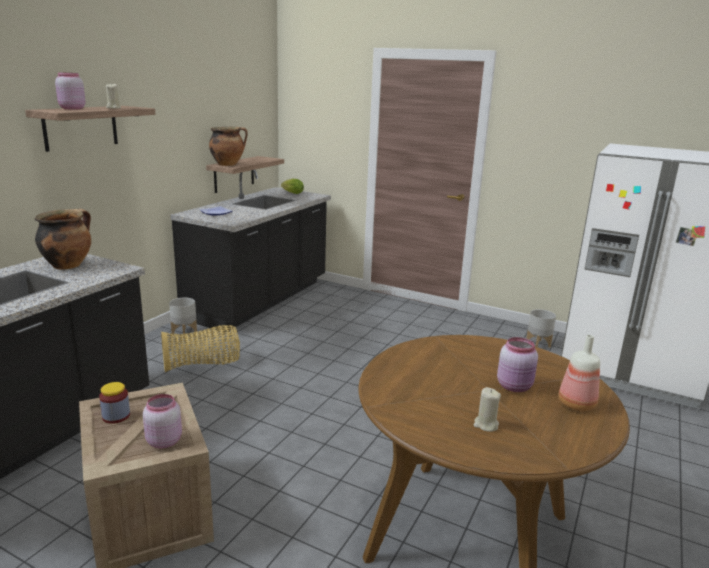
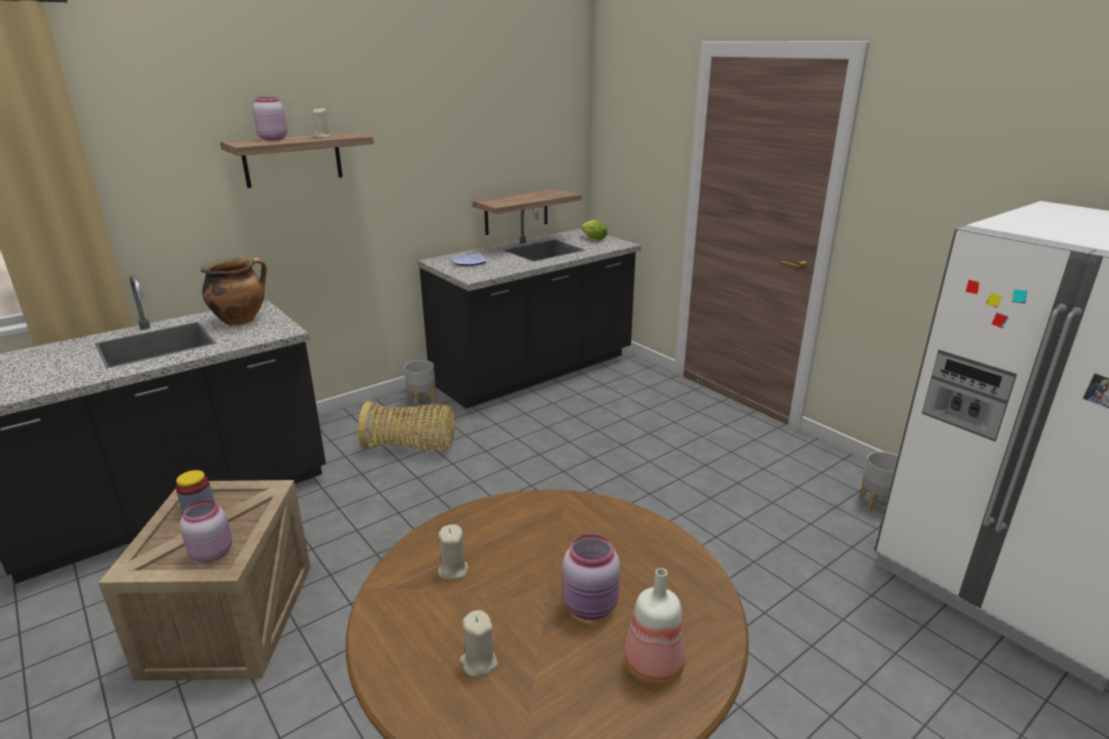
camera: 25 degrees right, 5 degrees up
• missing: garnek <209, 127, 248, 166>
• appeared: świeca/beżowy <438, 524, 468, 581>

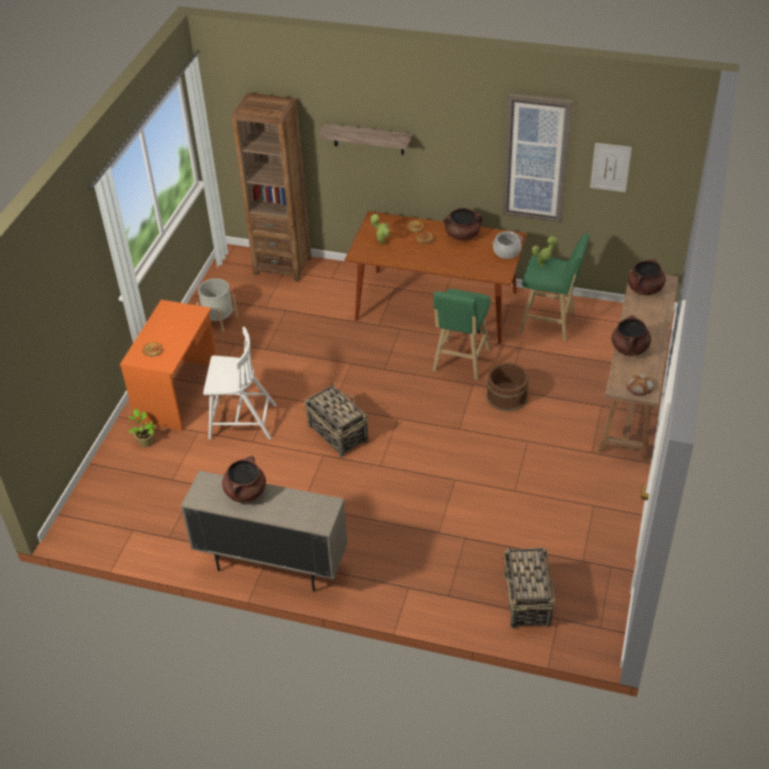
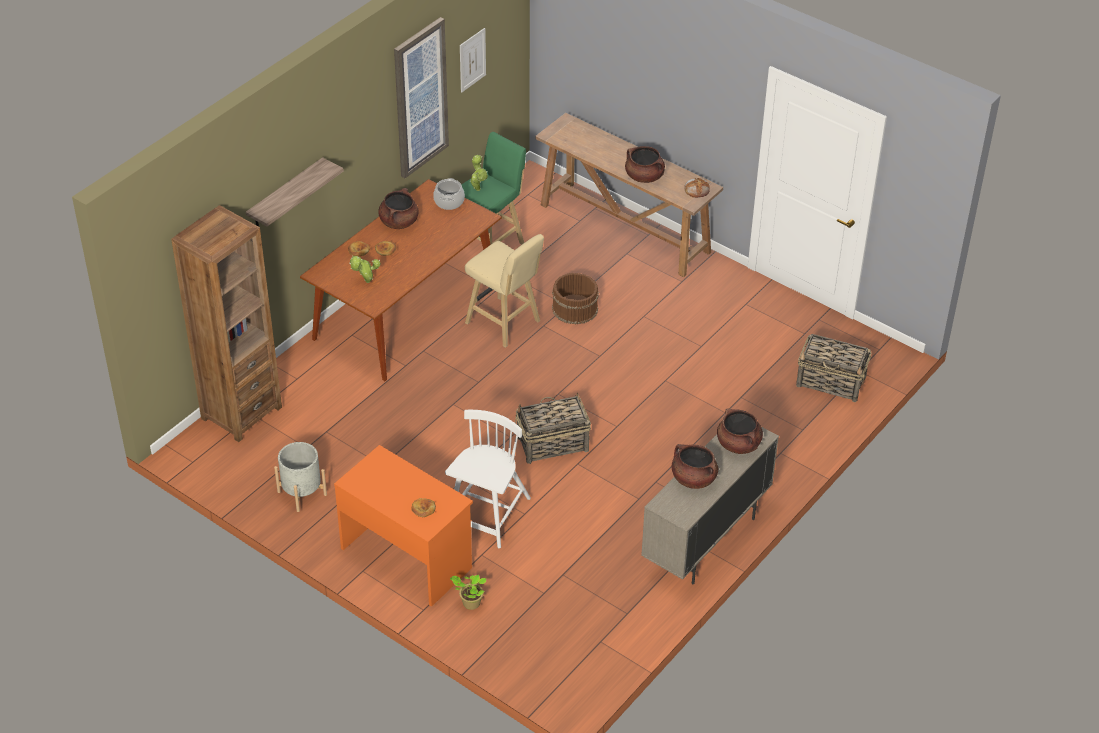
camera: 70 degrees left, 0 degrees up
• relocated: garnek/brązowy <628, 259, 666, 295> to <717, 409, 763, 454>
• colour: stołek/zielony <432, 289, 491, 380> to stołek/beżowy <465, 234, 544, 348>

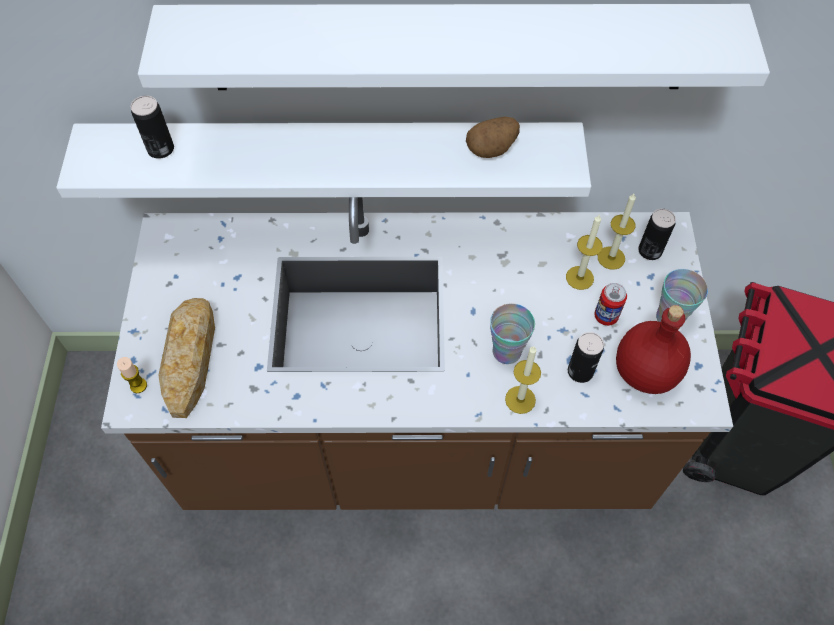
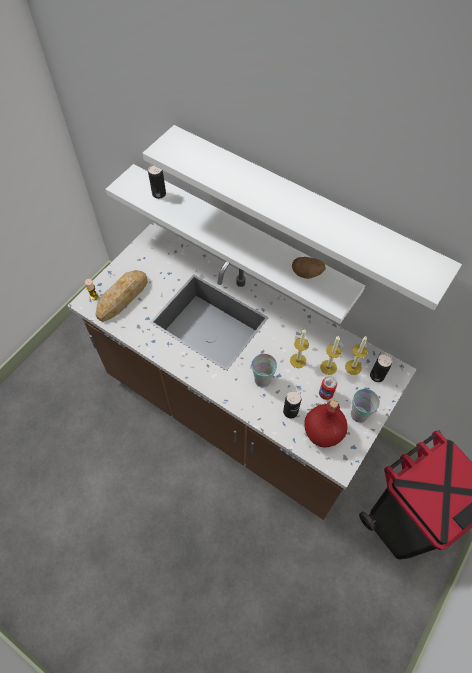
camera: 35 degrees right, 0 degrees up
• relocated: świeca <505, 346, 541, 414> to <290, 329, 309, 368>

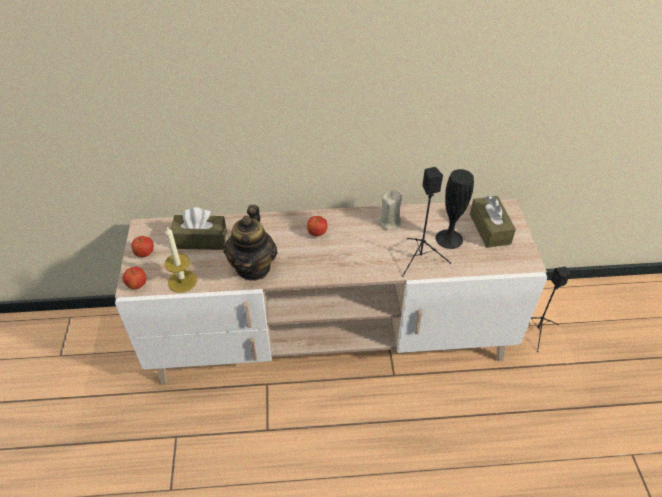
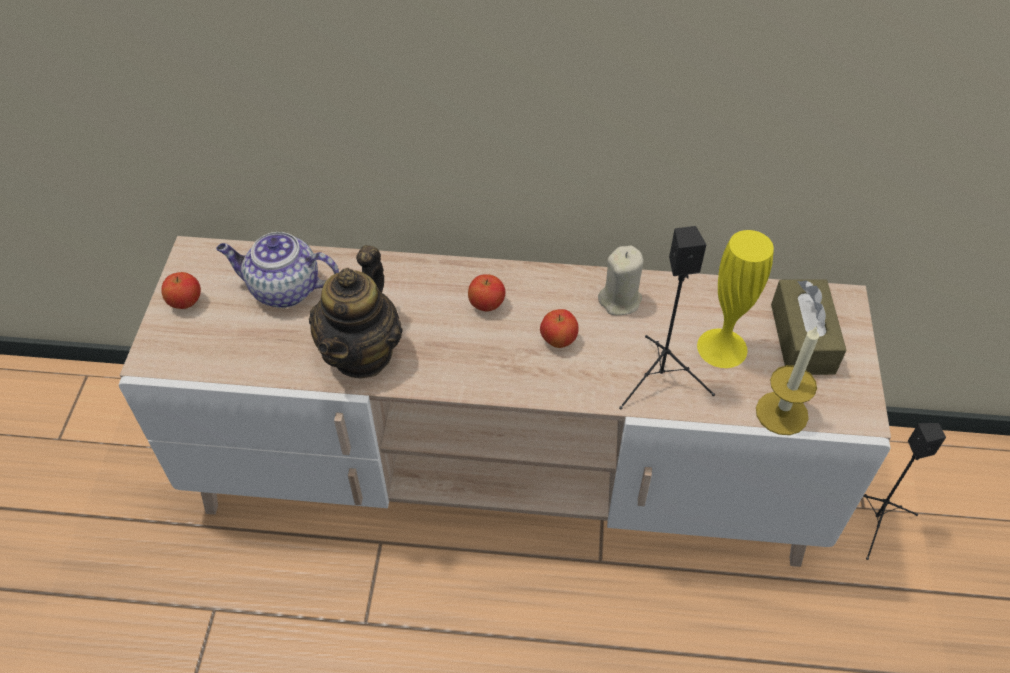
camera: 10 degrees right, 5 degrees up
• colour: wazon/czarny <436, 169, 474, 249> to wazon/żółty <697, 230, 774, 368>
• exchanged: pudełko chusteczek/brązowy <170, 207, 227, 250> to imbryk <216, 232, 339, 308>
• relocated: świeca <164, 226, 197, 293> to <756, 326, 819, 435>
• relocated: jabłko <123, 267, 146, 289> to <540, 309, 579, 348>

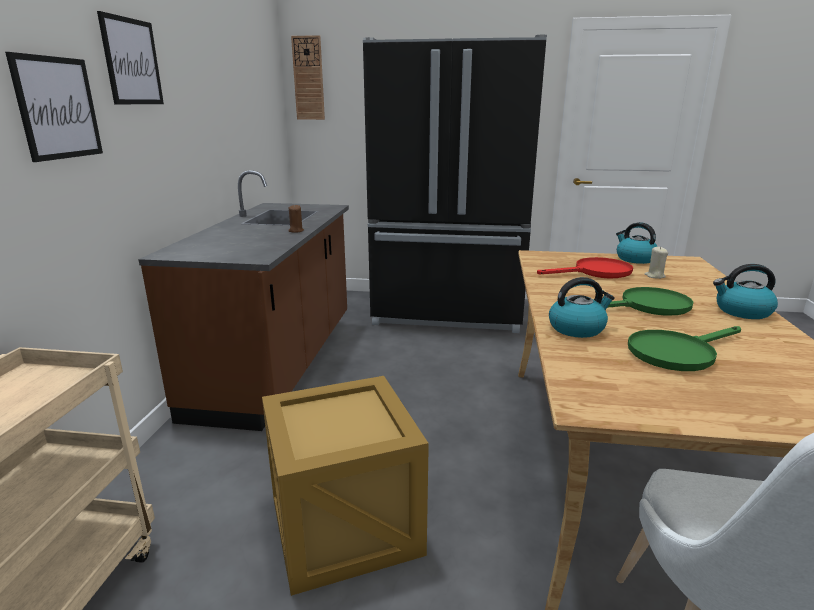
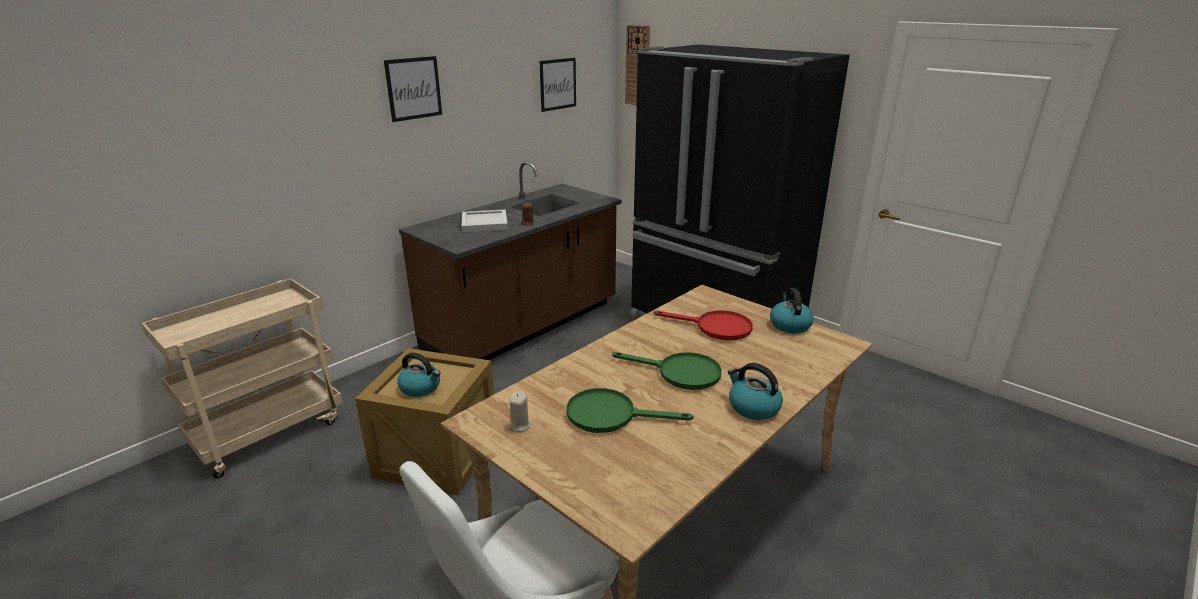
camera: 35 degrees right, 5 degrees up
• relocated: obraz <5, 52, 103, 162> to <540, 58, 576, 112>
• relocated: świeca/beżowy <645, 246, 668, 279> to <508, 392, 531, 432>
• relocated: czajnik <549, 277, 615, 338> to <397, 352, 440, 397>
• appeared: taca/biały <462, 210, 508, 232>

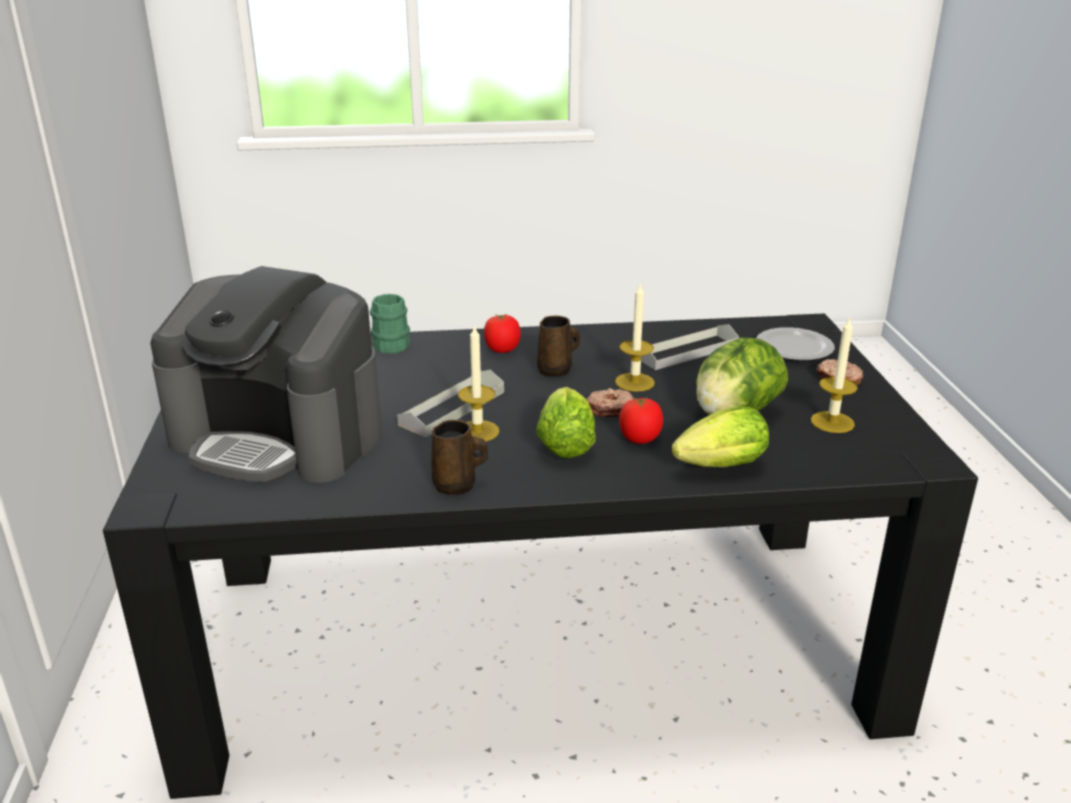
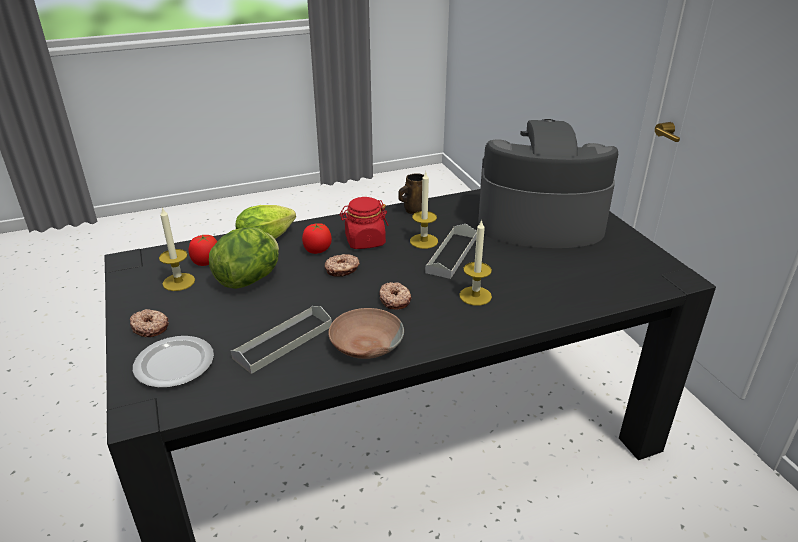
camera: 165 degrees right, 5 degrees up
• relocated: świeca <615, 284, 655, 392> to <459, 219, 492, 306>
• missing: kubek/zielony <370, 294, 410, 354>
• relocated: pomidor <484, 314, 521, 353> to <189, 234, 217, 266>
• exchanged: kubek/brązowy <537, 316, 580, 377> to donut <379, 282, 412, 310>
• exchanged: sałata <537, 387, 596, 458> to słoik/czerwony <340, 197, 389, 249>
• appeared: miska/brązowy <328, 308, 404, 359>

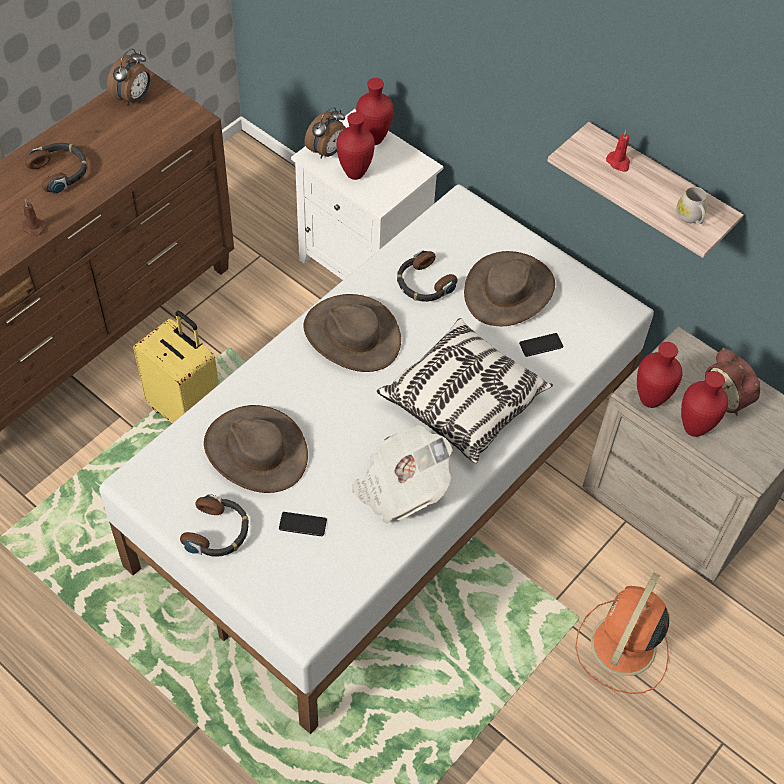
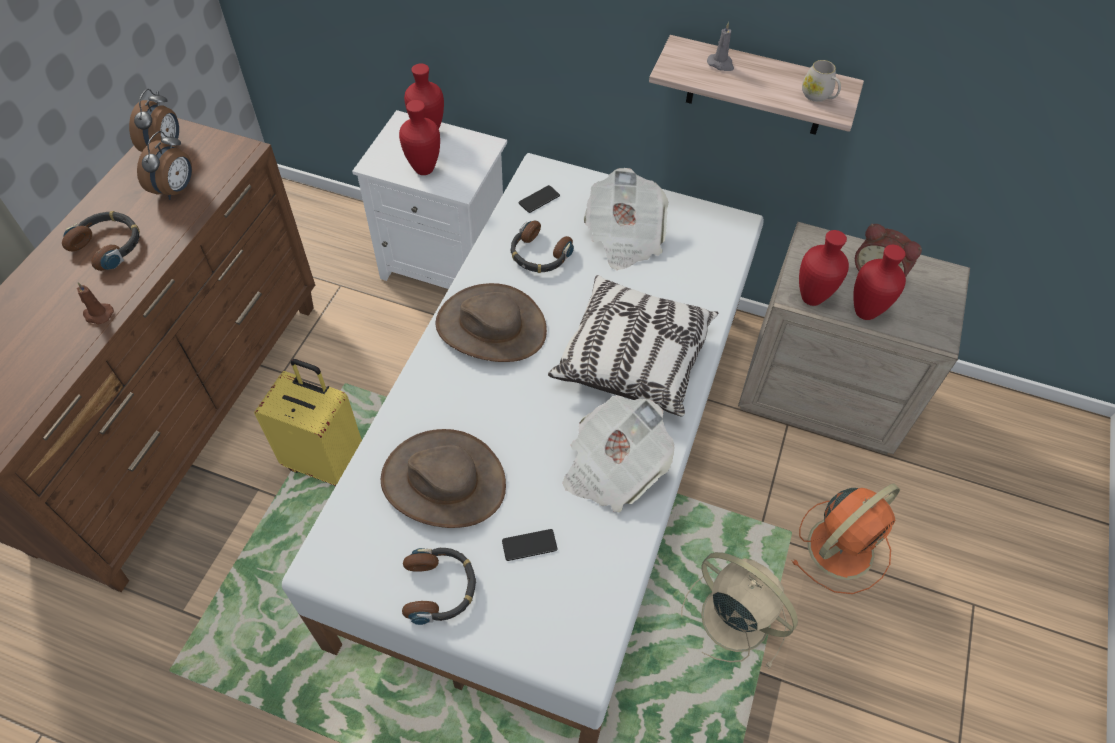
camera: 20 degrees left, 0 degrees up
• relocated: budzik <305, 107, 346, 158> to <137, 131, 192, 200>
• colour: świeca/czerwony <606, 130, 630, 172> to świeca/szary <707, 22, 734, 71>
• exchanged: kapelusz/brązowy <464, 251, 555, 326> to gazeta <584, 168, 669, 270>
• relocated: telefon <519, 333, 563, 357> to <519, 185, 560, 213>
• spun: wentylator/pomarańczowy <575, 573, 669, 694> = <791, 483, 900, 594> 135 degrees counterclockwise
• appeared: wentylator/beżowy <681, 552, 798, 669>

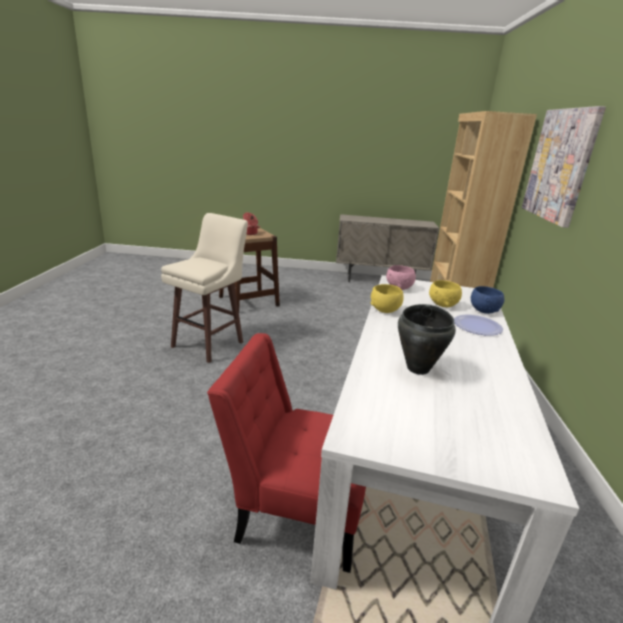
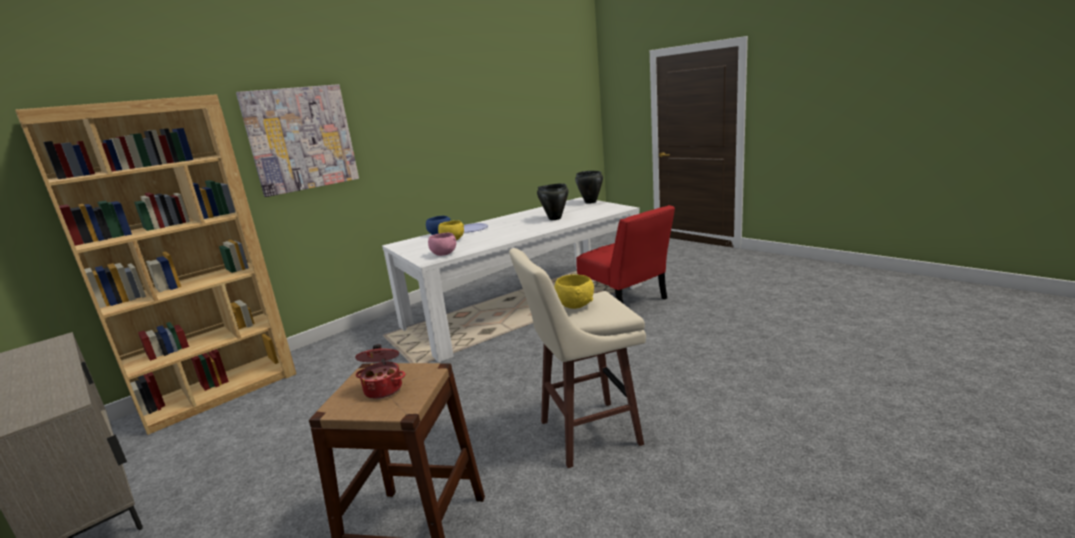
camera: 135 degrees left, 5 degrees down
• relocated: miska/żółty <371, 284, 404, 313> to <554, 274, 594, 309>
• appeared: garnek/czarny <575, 171, 603, 204>

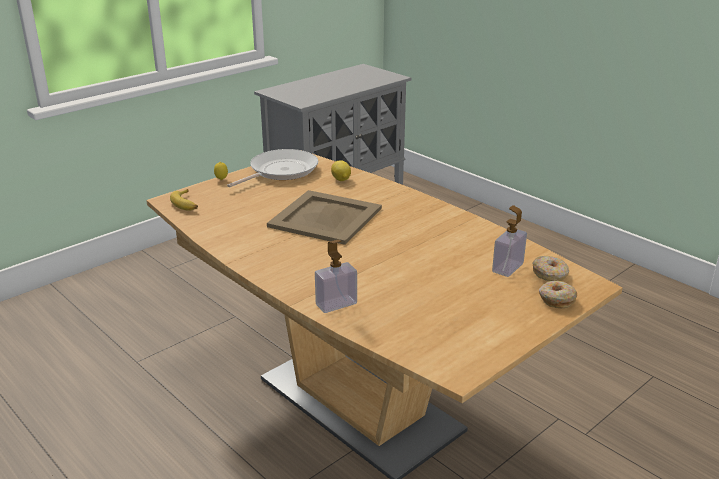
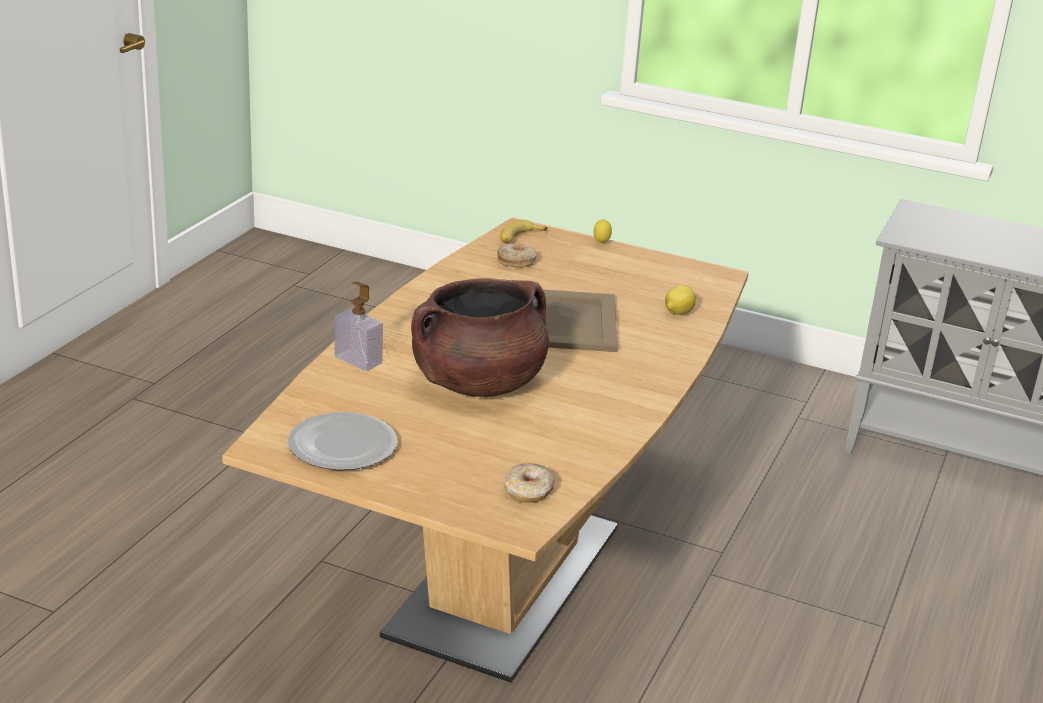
camera: 65 degrees right, 0 degrees up
• missing: patelnia <227, 149, 318, 187>
• missing: dozownik mydła <492, 205, 527, 277>
• relocated: donut <539, 281, 577, 308> to <497, 243, 537, 268>
• appeared: garnek/brązowy <411, 278, 549, 397>
• appeared: talerz <288, 412, 398, 470>

